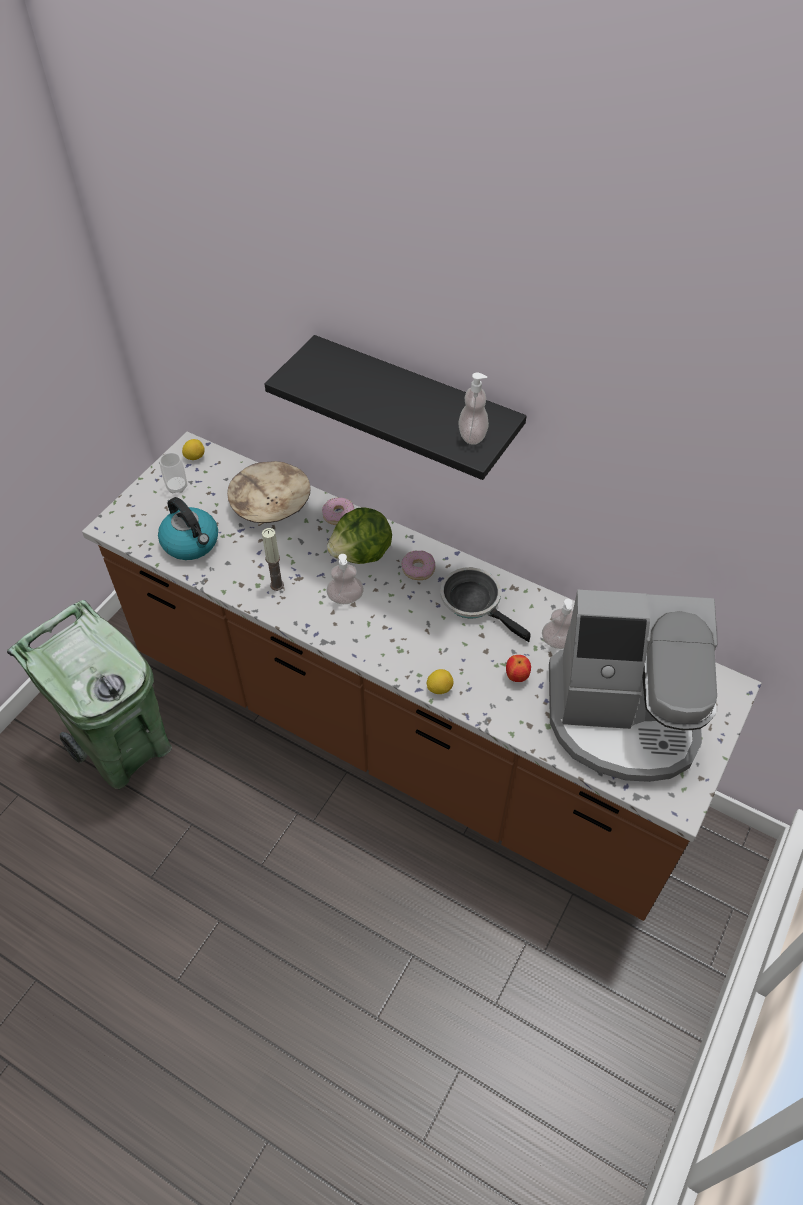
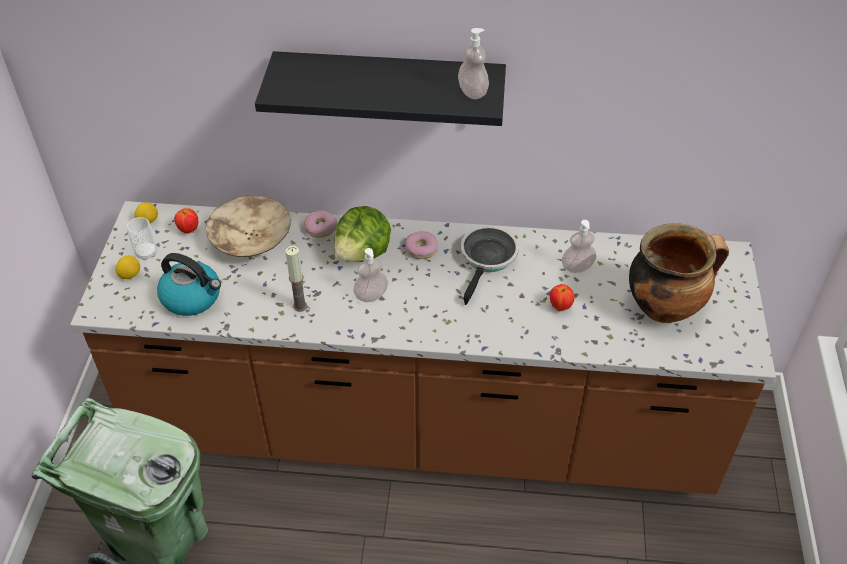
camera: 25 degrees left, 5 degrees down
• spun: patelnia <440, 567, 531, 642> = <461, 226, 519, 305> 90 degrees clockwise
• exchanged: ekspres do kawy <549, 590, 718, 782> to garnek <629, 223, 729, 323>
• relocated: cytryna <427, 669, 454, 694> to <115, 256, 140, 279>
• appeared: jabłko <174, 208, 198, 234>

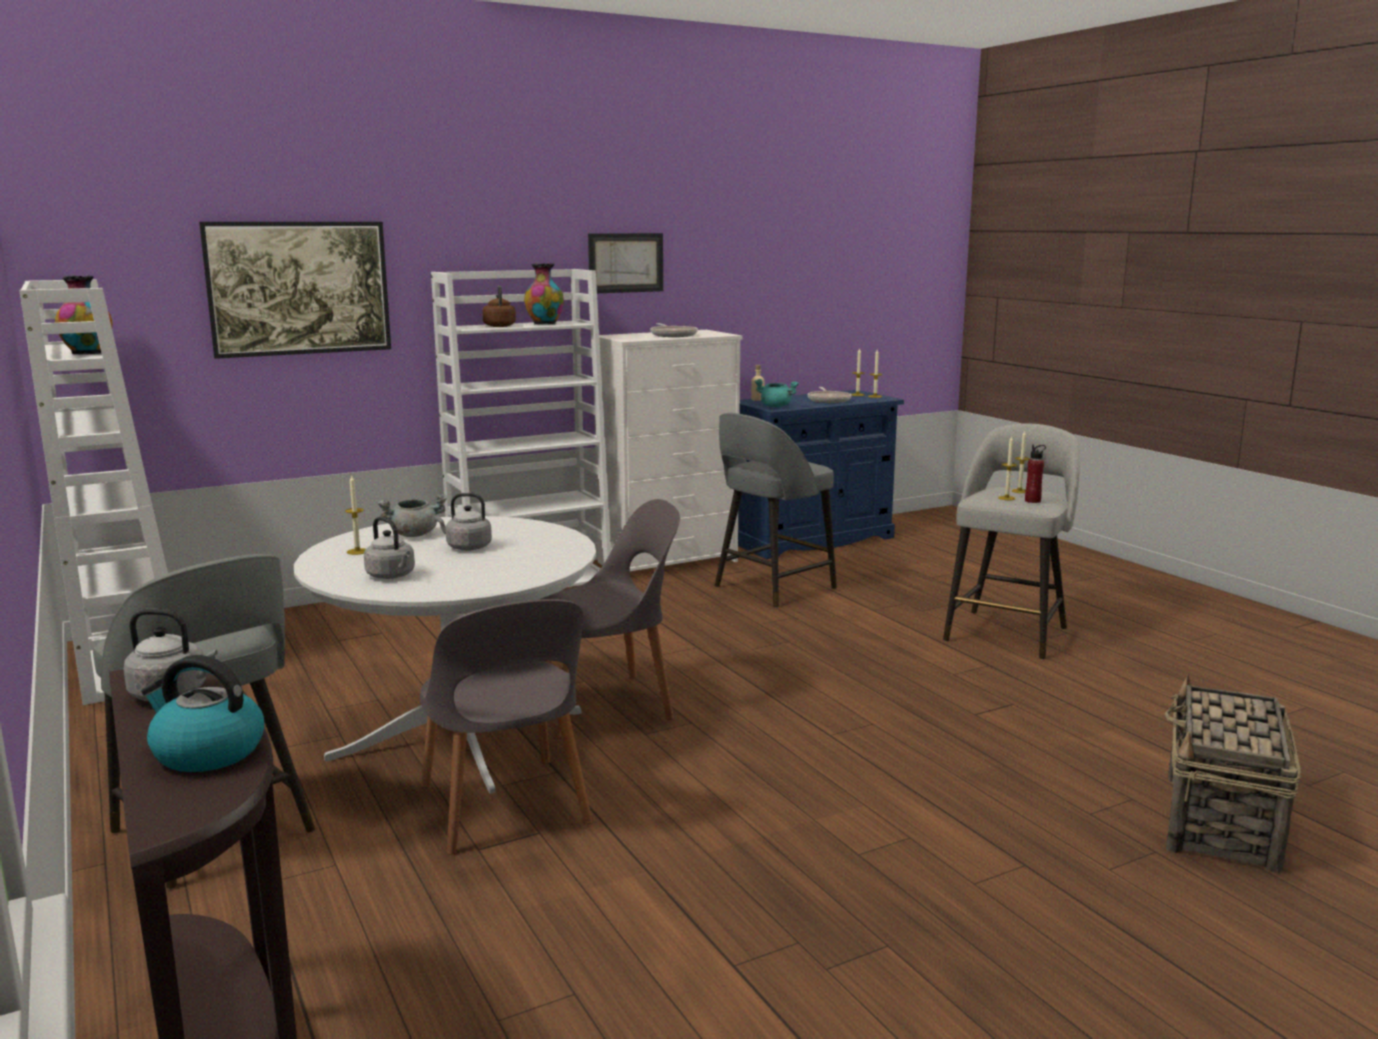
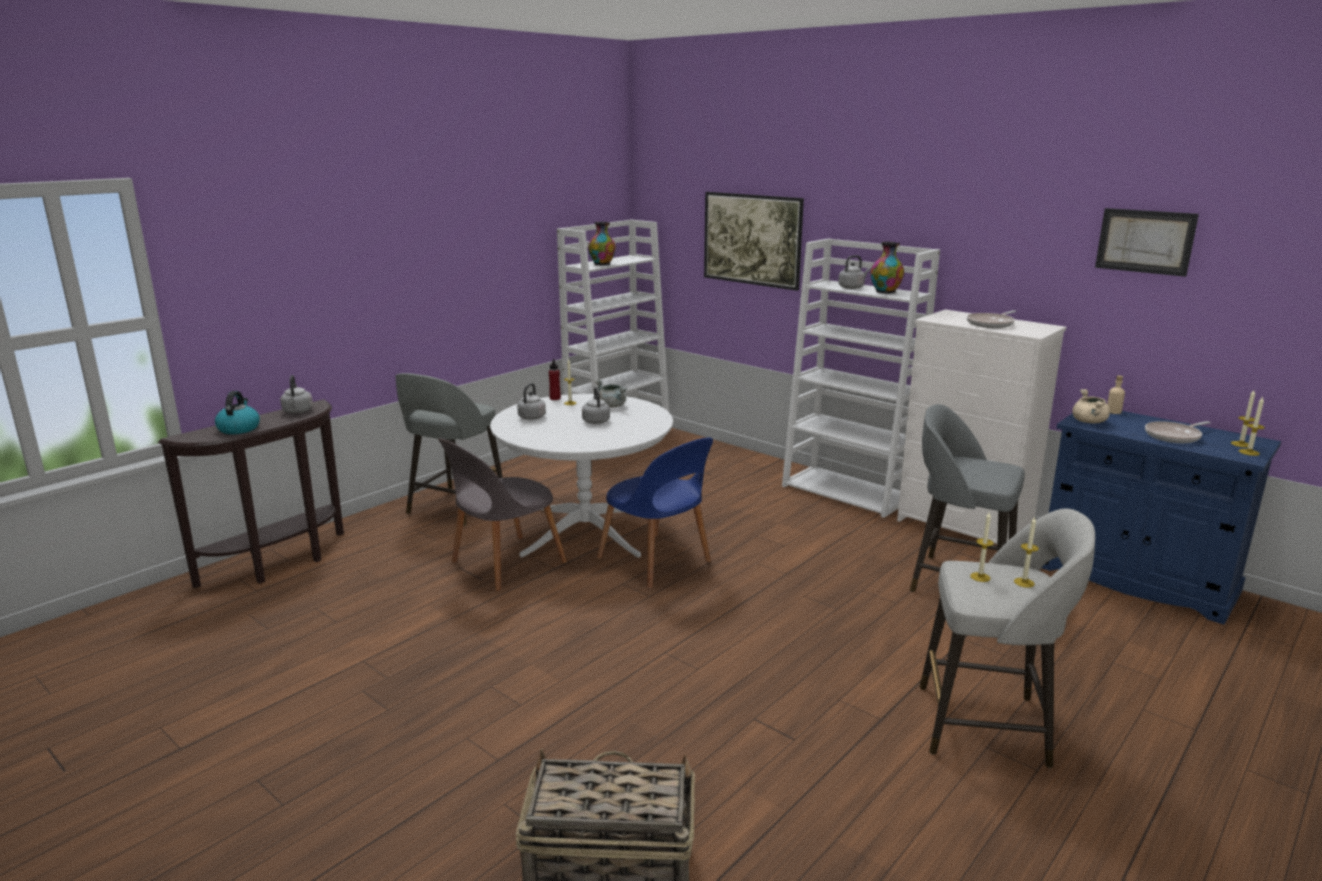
camera: 70 degrees right, 5 degrees up
• relocated: obraz <588, 233, 663, 293> to <1095, 208, 1199, 277>
• colour: czajnik/brązowy <482, 285, 516, 327> to czajnik/szary <838, 255, 870, 289>
• colour: garnek/turkusowy <755, 379, 799, 407> to garnek/beżowy <1072, 389, 1110, 423>
• relocated: butelka/czerwony <1025, 445, 1046, 503> to <549, 359, 561, 400>
• colour: krzesło/szary <539, 499, 680, 739> to krzesło/niebieski <597, 437, 713, 589>

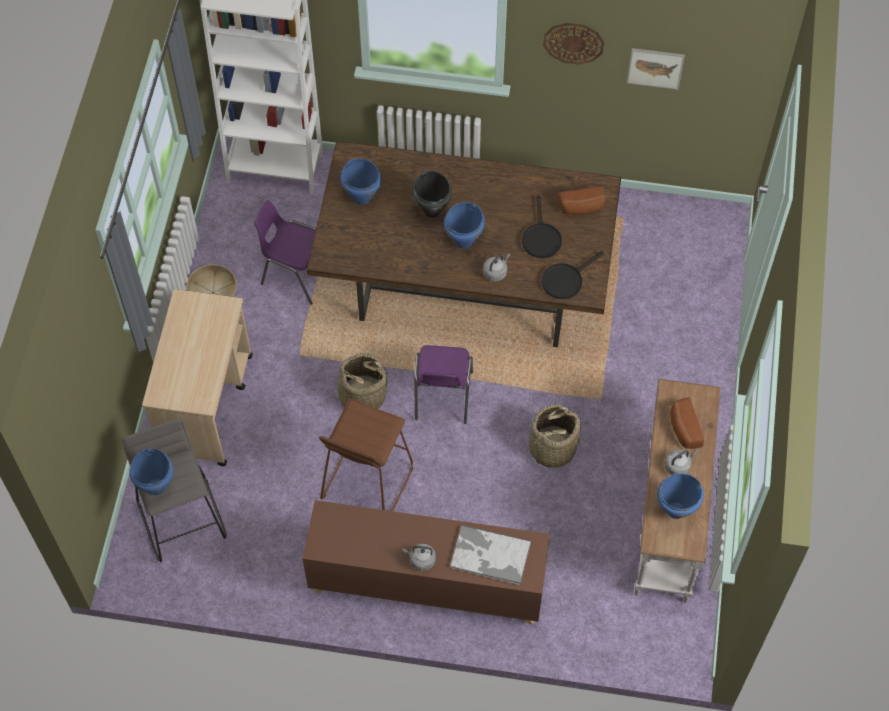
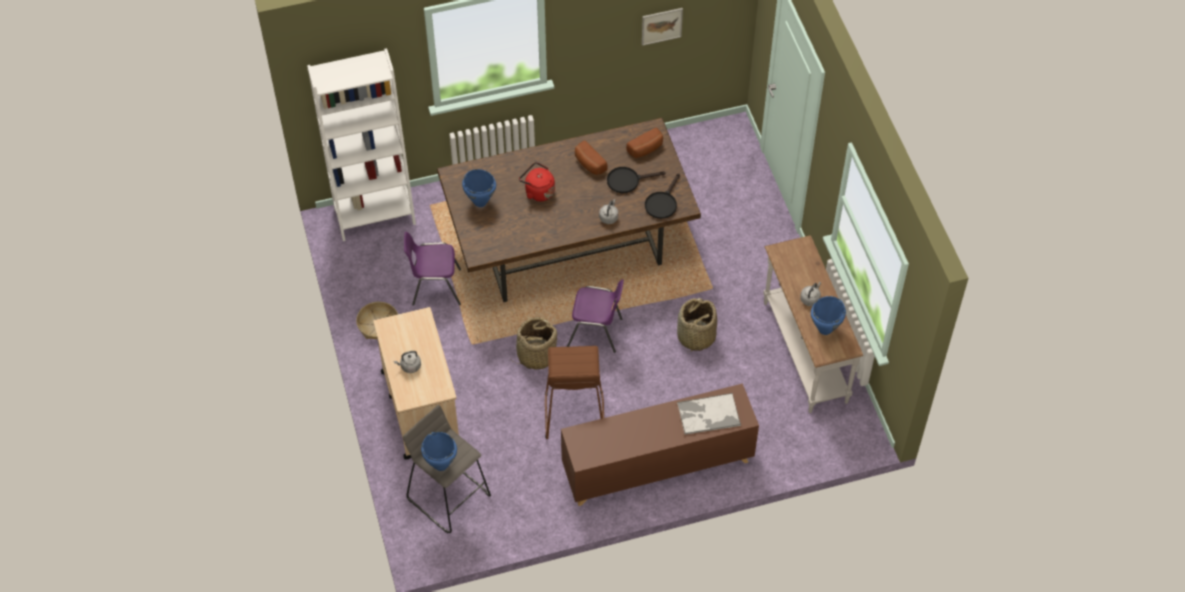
camera: 25 degrees left, 5 degrees down
• missing: zegar ścienny <543, 23, 604, 65>
• exchanged: garnek/czarny <412, 171, 452, 218> to czajnik/czerwony <519, 162, 555, 201>
• spun: patelnia/czarny <522, 195, 562, 258> = <607, 167, 666, 193> 105 degrees clockwise
• missing: garnek/niebieski <444, 202, 485, 249>
• spun: krzesło/fioletowy <414, 345, 473, 424> = <567, 280, 624, 353> 60 degrees counterclockwise
• relocated: chleb <670, 397, 704, 449> to <575, 140, 608, 175>
• relocated: czajnik/szary <403, 544, 436, 571> to <394, 351, 421, 373>

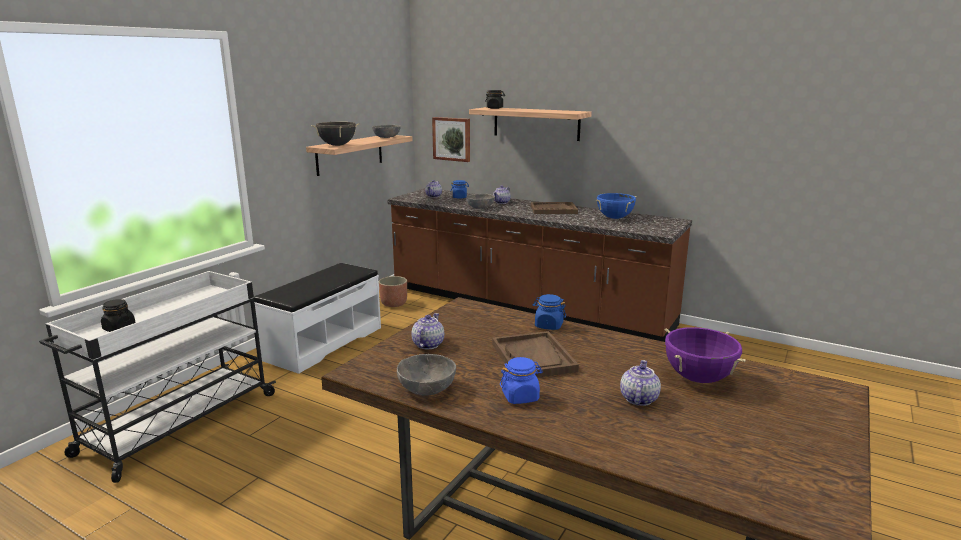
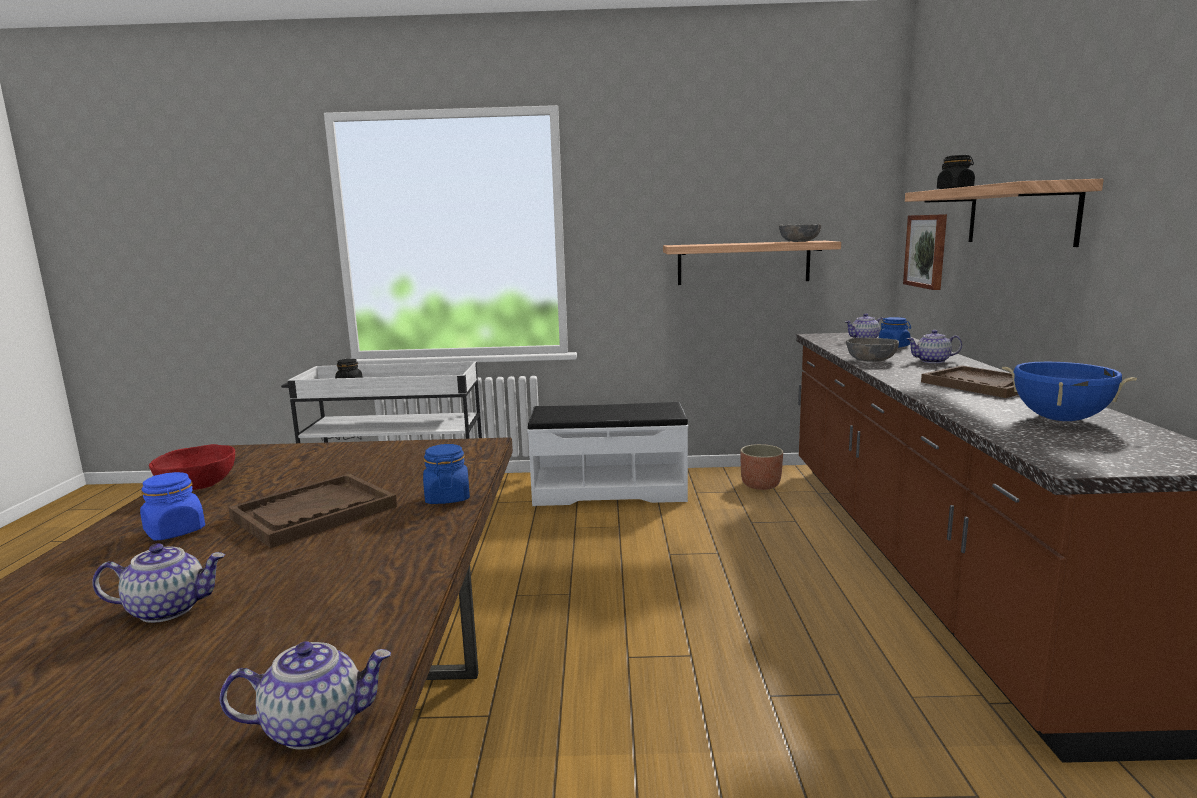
camera: 60 degrees right, 5 degrees down
• missing: garnek/czarny <311, 122, 360, 146>
• relocated: imbryk <411, 313, 444, 349> to <220, 641, 391, 750>
• missing: garnek/fioletowy <665, 327, 746, 383>
• colour: miska/szary <397, 354, 456, 396> to miska/czerwony <149, 444, 235, 490>

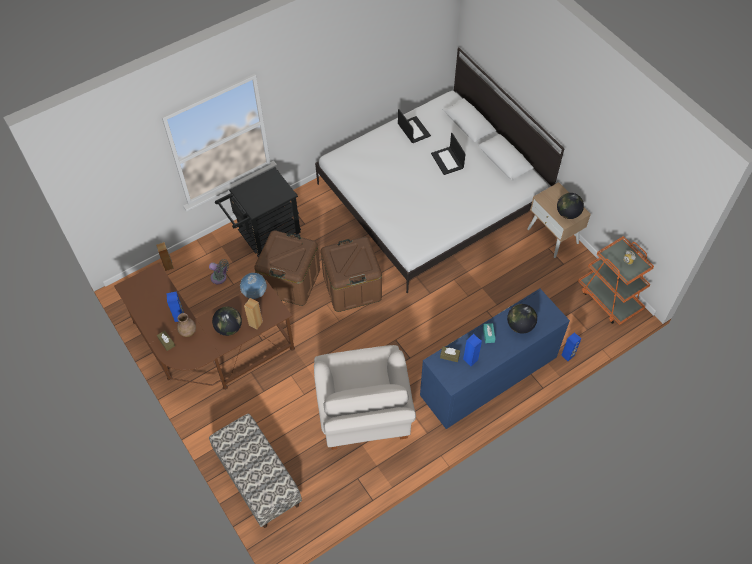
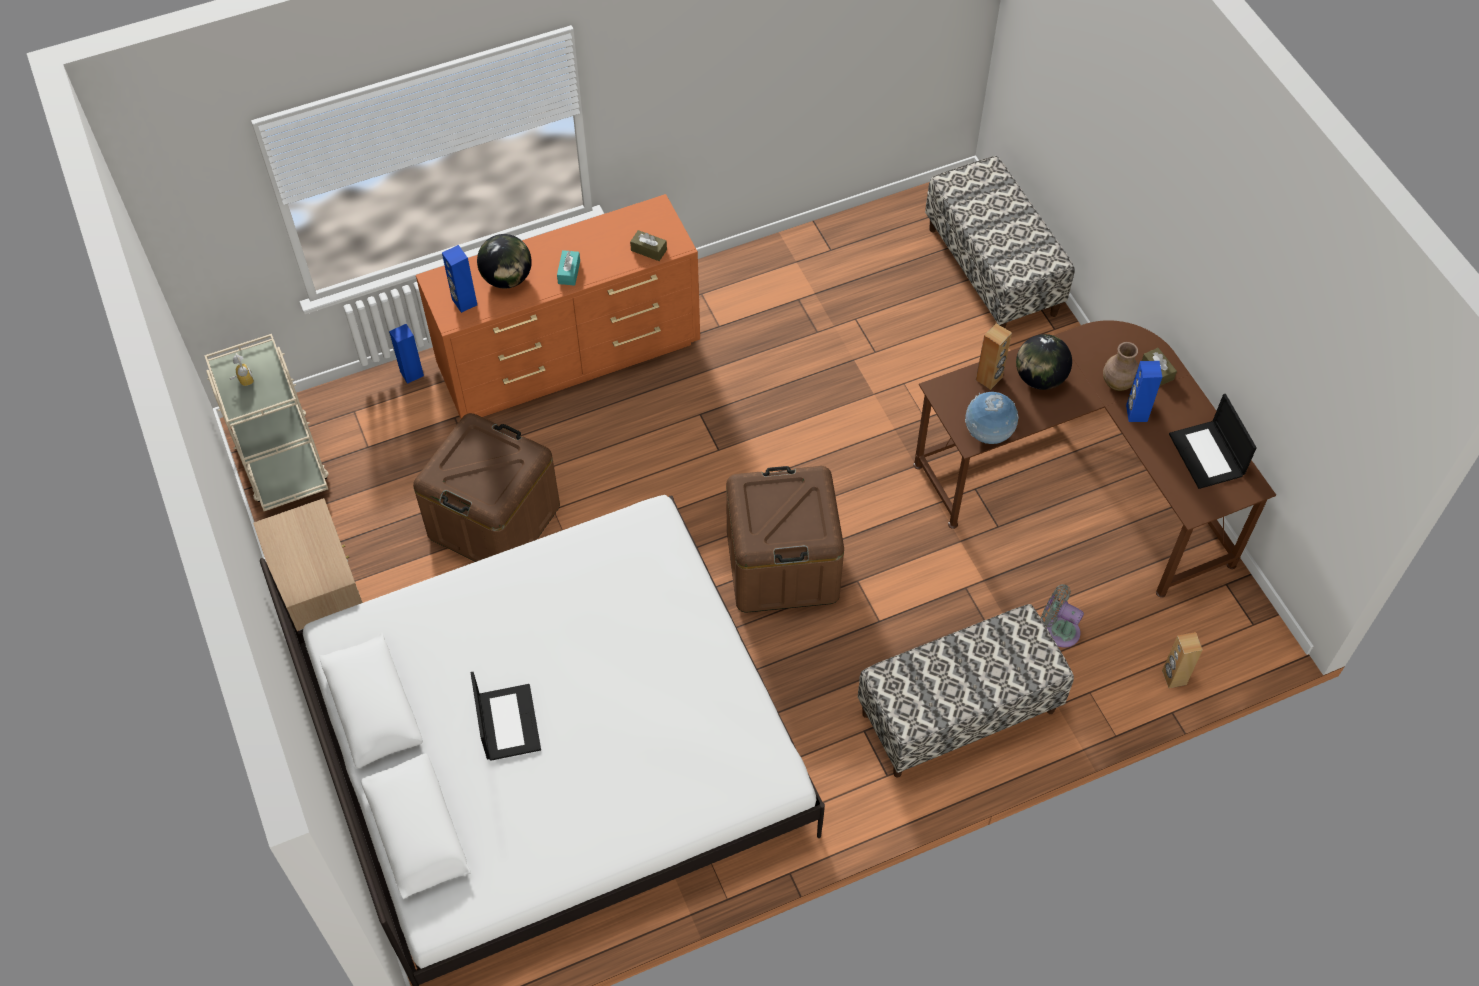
camera: 170 degrees left, 0 degrees up
• relocated: laptop <398, 109, 431, 143> to <1169, 394, 1257, 489>
• exchanged: wózek/czarny <215, 167, 301, 258> to ławka <858, 604, 1074, 778>
• missing: globus <557, 193, 584, 219>
• relocated: pojemnik do przechowywania/brązowy <254, 230, 320, 306> to <413, 413, 560, 562>
• colour: wózek/pomarańczowy <578, 236, 654, 325> to wózek/beżowy <204, 334, 328, 511>
• colour: komoda/niebieski <420, 289, 570, 429> to komoda/pomarańczowy <416, 194, 700, 419>
• relocated: głośnik/niebieski <463, 334, 482, 366> to <442, 245, 477, 313>
• missing: fotel/biały <314, 345, 416, 450>

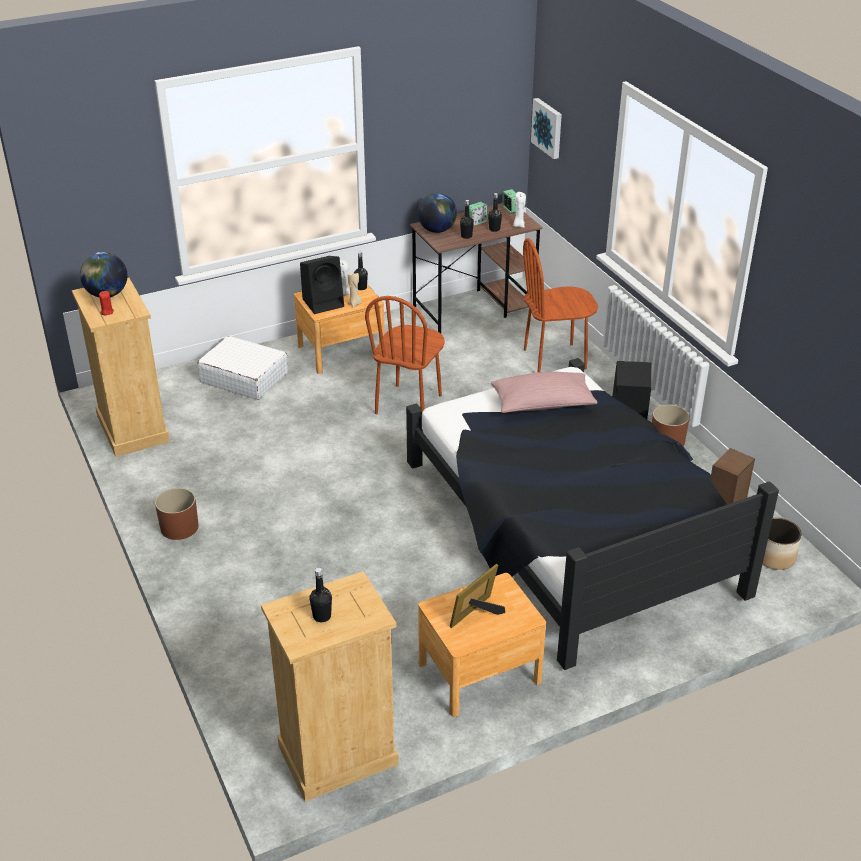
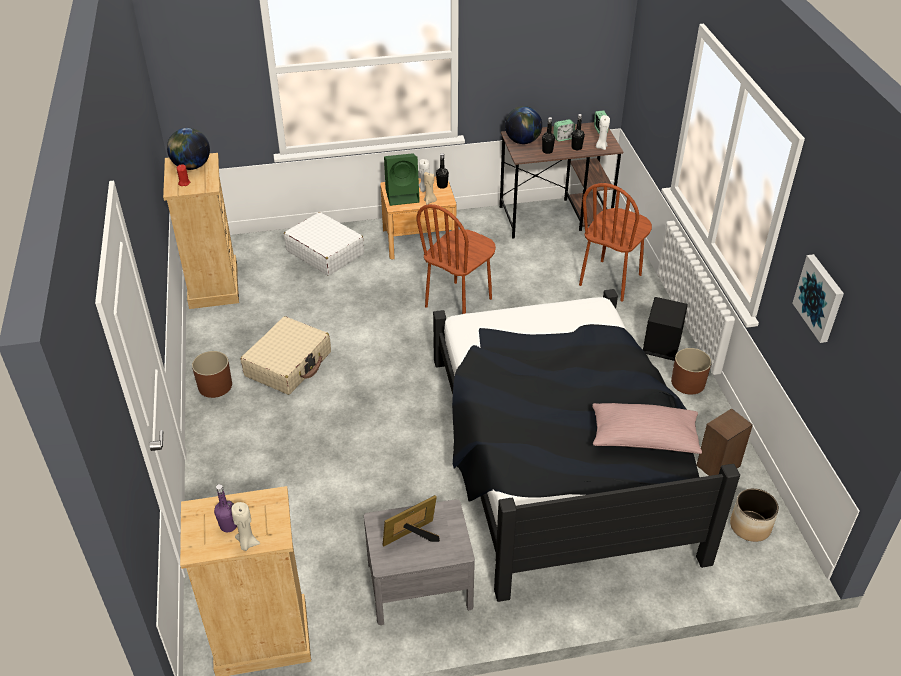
camera: 15 degrees right, 5 degrees up
• relocated: obraz <531, 98, 562, 159> to <792, 254, 844, 343>
• spun: krzesło/brązowy <523, 238, 598, 372> = <579, 183, 652, 302> 60 degrees counterclockwise
• colour: głośnik/czarny <300, 256, 344, 314> to głośnik/zielony <384, 153, 420, 206>
• relocated: poduszka/różowy <491, 372, 598, 413> to <592, 403, 702, 454>
• colour: butelka/czarny <309, 568, 332, 622> to butelka/fioletowy <214, 484, 237, 532>
• colour: szafka nocna/brązowy <418, 573, 546, 717> to szafka nocna/szary <364, 499, 475, 625>
• appeared: walizka/beżowy <241, 316, 331, 395>
• appeared: świeca/beżowy <231, 502, 260, 551>

